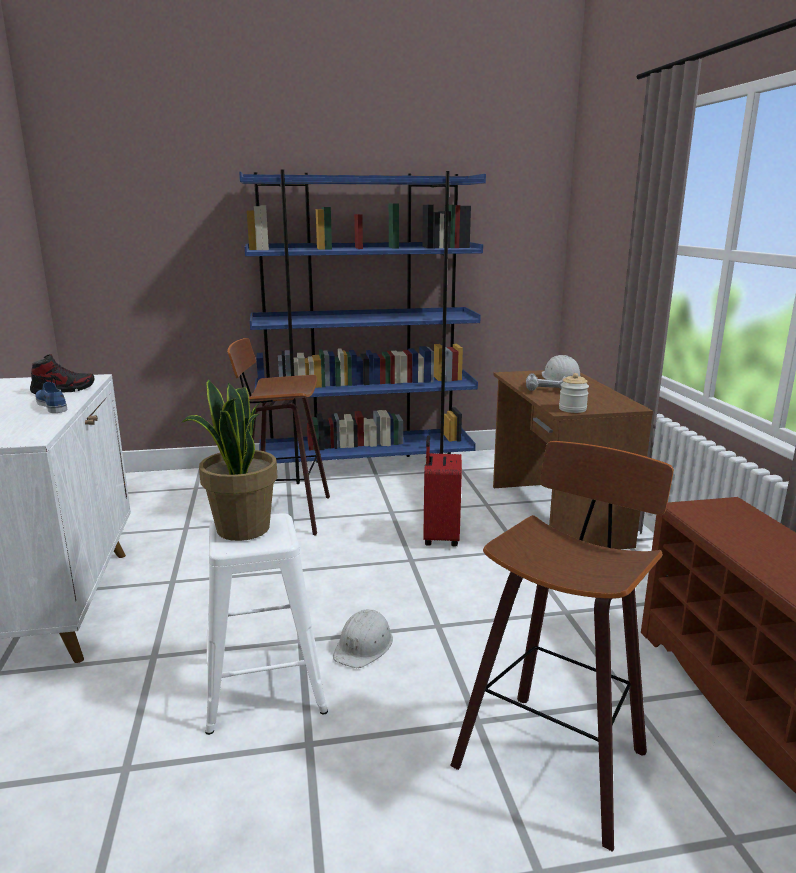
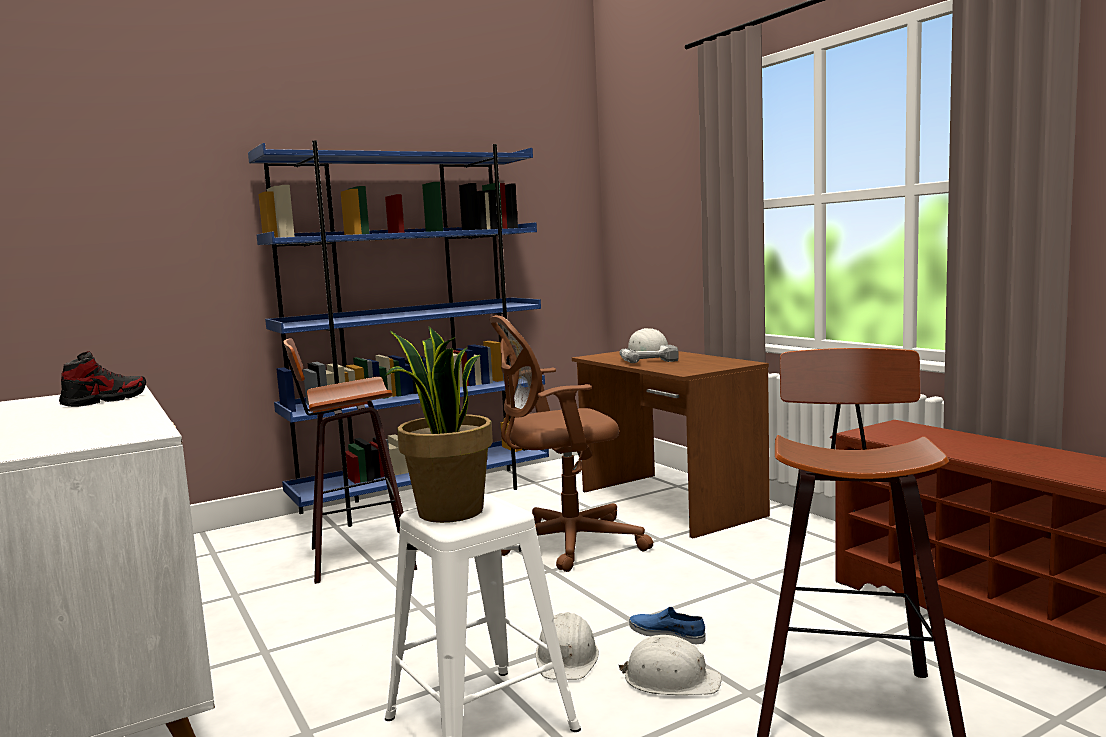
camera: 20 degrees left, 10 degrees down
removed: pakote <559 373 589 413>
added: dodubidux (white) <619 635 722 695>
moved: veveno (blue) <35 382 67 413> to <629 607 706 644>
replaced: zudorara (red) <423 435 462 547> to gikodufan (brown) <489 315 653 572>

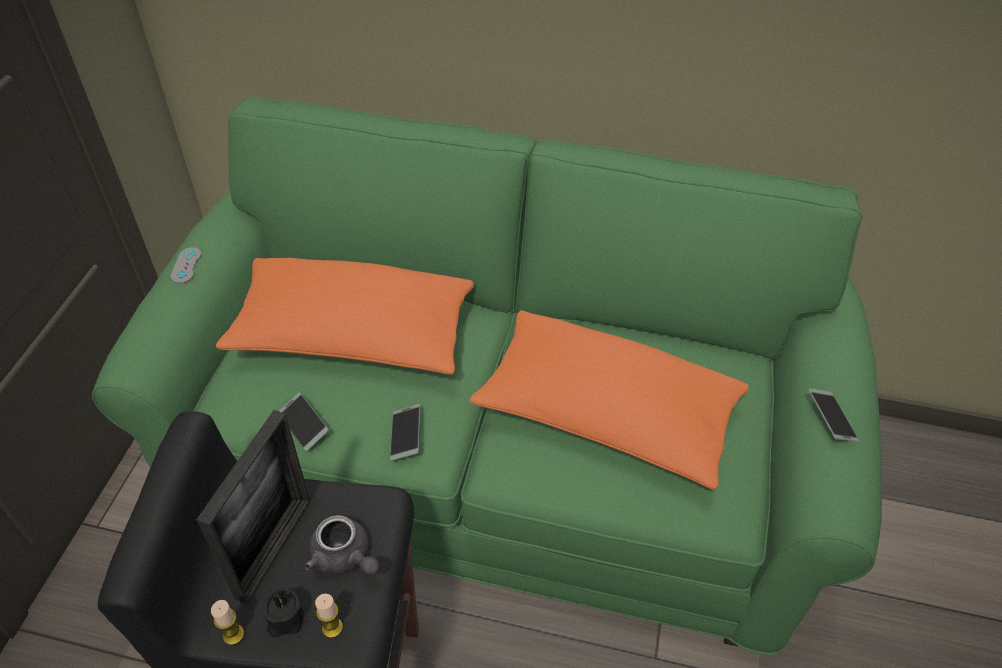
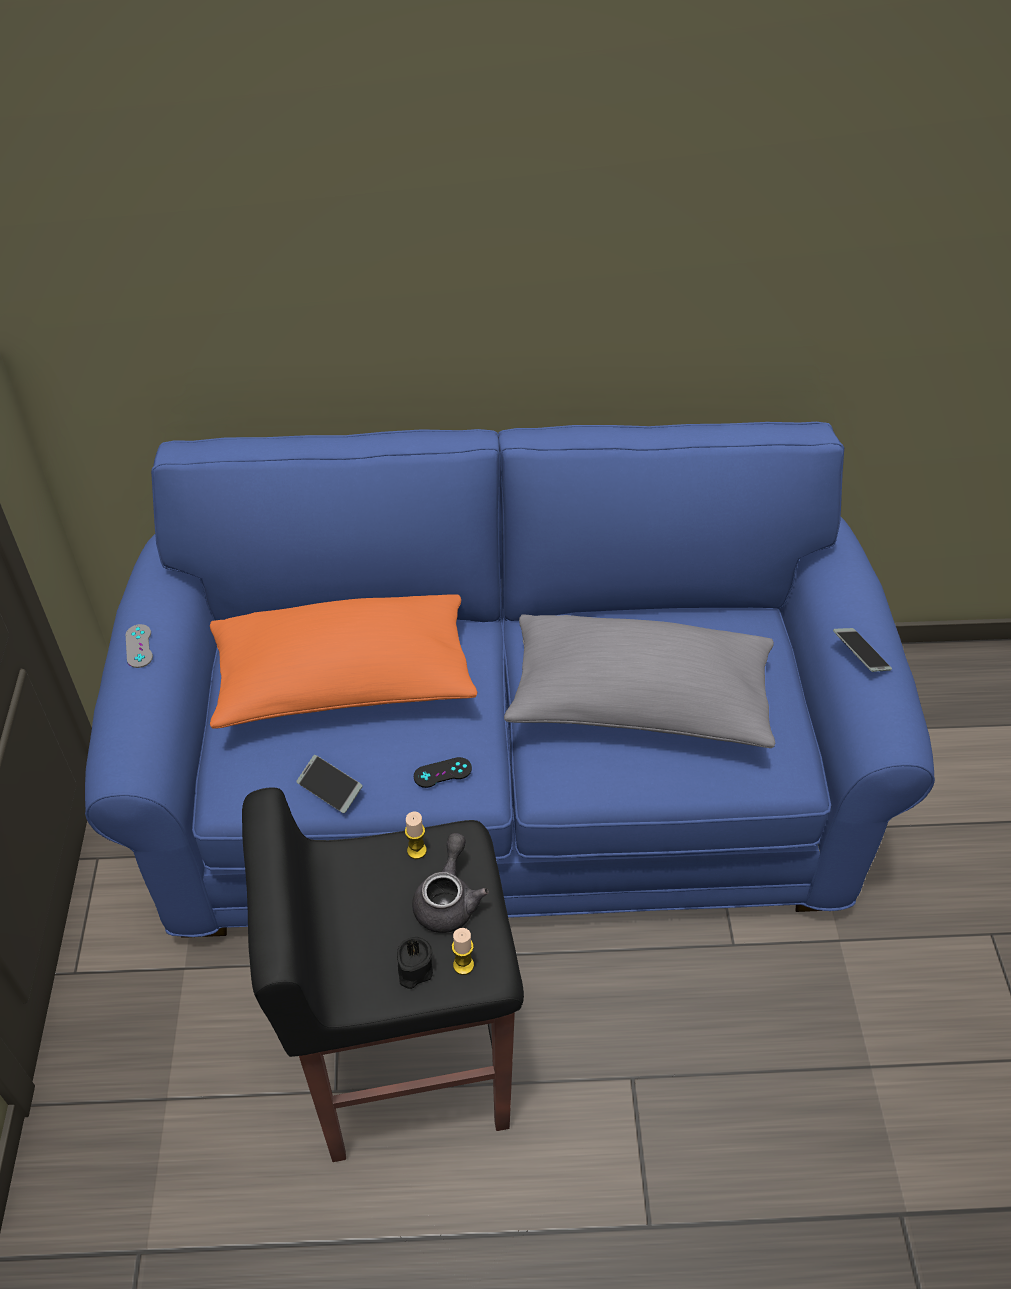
camera: 15 degrees left, 0 degrees up
removed: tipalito <197 410 310 604>
moved: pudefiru <211 600 244 645> to <405 811 427 859>
replaced: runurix <390 404 420 461> to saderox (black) <414 757 472 788>
recoloured: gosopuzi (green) <92 97 882 655> to gosopuzi (blue) <85 422 935 938>; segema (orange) <469 310 749 490> to segema (grey) <504 614 775 748>
turned: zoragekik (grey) <305 515 380 576> = <412 833 489 933> 105 degrees counterclockwise

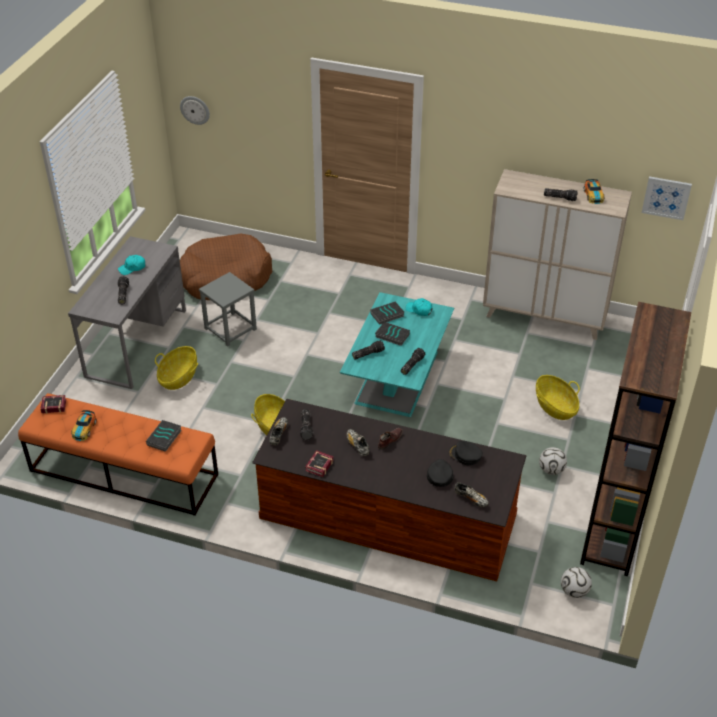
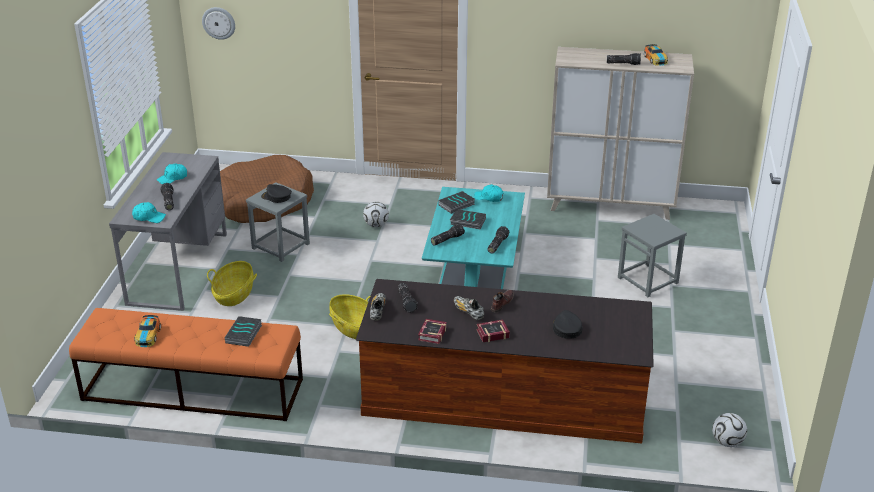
camera: 10 degrees left, 10 degrees down
removed: veveno <454 482 489 507>; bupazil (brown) <580 302 691 576>; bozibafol <642 176 692 220>
added: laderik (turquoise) <132 202 166 223>
moved: laderik (black) <448 441 483 465> to <261 184 292 203>; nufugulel <539 447 567 475> to <363 202 389 227>; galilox <40 395 66 413> to <476 320 510 342>
replaced: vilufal <536 375 580 420> to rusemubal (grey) <618 214 687 297>

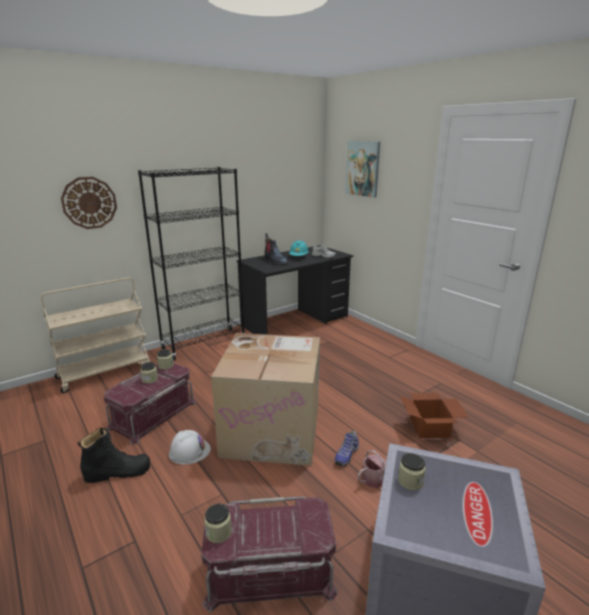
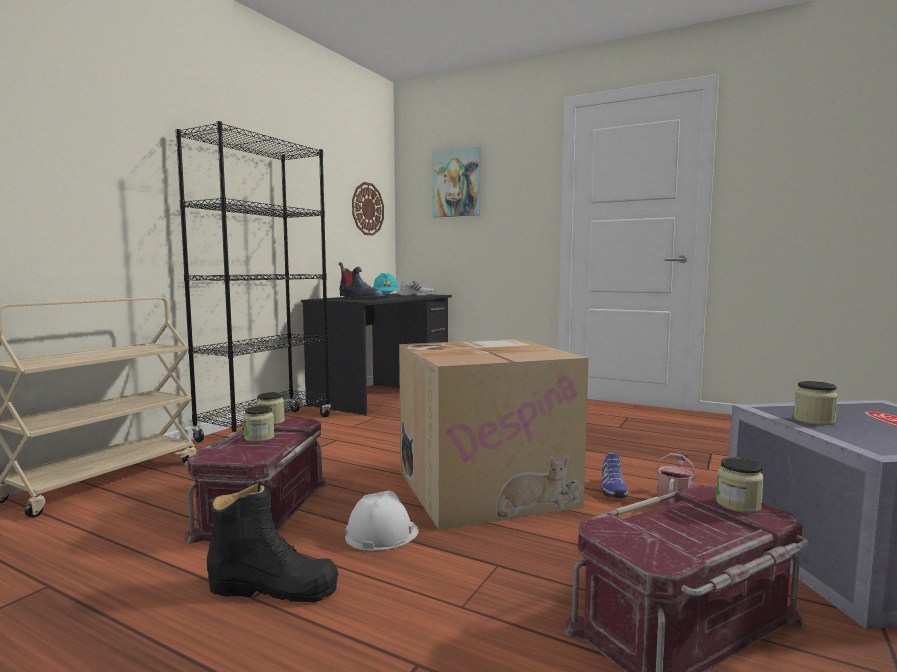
camera: 25 degrees left, 15 degrees down
removed: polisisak <400 393 469 438>
moved: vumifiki <61 177 117 229> to <352 182 384 236>; pakote <204 503 232 543> to <716 457 764 513>
turned: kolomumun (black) <78 428 150 483> = <207 482 338 602> 45 degrees clockwise

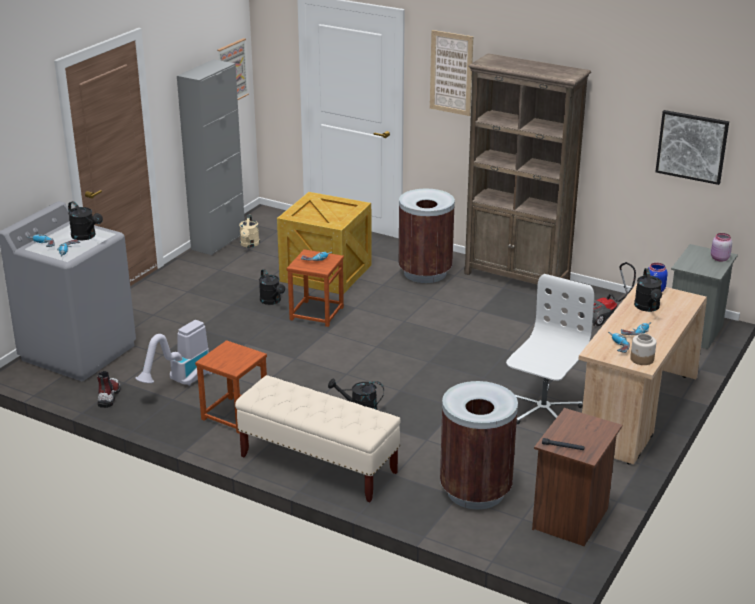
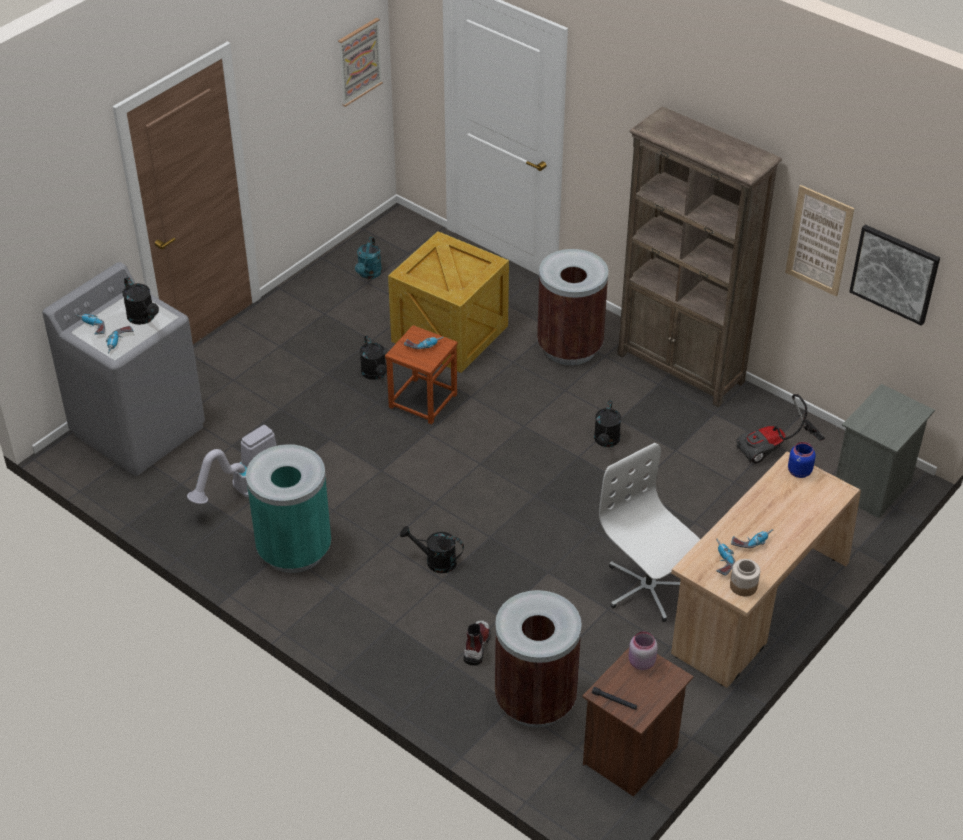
camera: 10 degrees right, 15 degrees up
removed: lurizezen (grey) <177 59 245 255>; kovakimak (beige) <235 375 401 502>
moved: kolomumun <97 371 121 408> to <463 620 491 666>; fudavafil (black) <634 268 662 312> to <594 400 621 447>; pakote (pink) <711 233 732 262> to <629 632 658 670>; bozibafol <430 30 473 116> to <785 185 854 297>
replaced: rusemubal (brown) <195 340 267 434> to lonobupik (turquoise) <246 444 331 573>
recoloured: fudavafil (beige) <239 215 260 248> to fudavafil (turquoise) <355 237 382 279>
turned: gikodufan (white) <506 274 594 424> = <599 443 701 622> 75 degrees counterclockwise

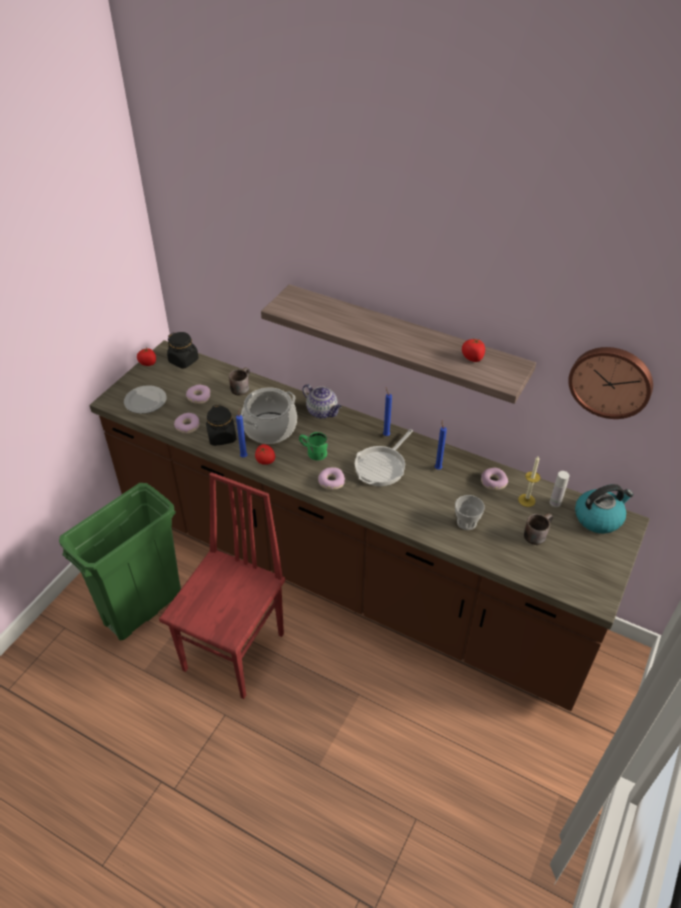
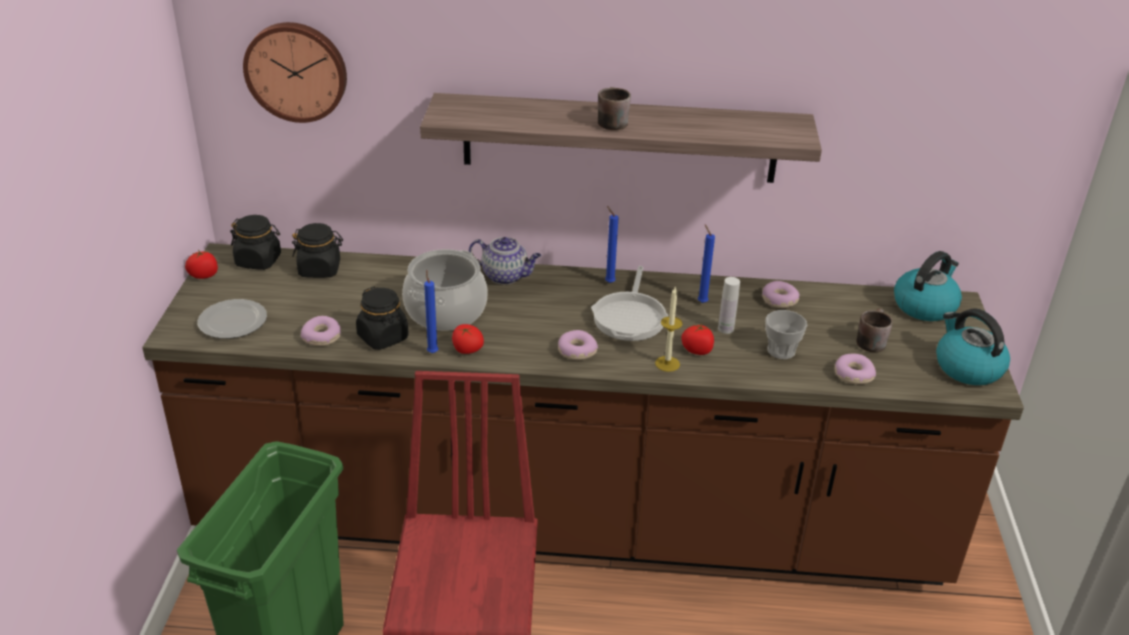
camera: 25 degrees left, 10 degrees down
removed: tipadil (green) <299 432 328 461>
added: pakote (black) <292 223 343 278>; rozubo <936 308 1010 385>
moved: vumifiki <568 347 653 419> to <243 22 347 123>; tipadil (brown) <229 368 250 396> to <598 87 631 130>; pudefiru <518 456 541 507> to <655 286 683 372>; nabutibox <462 338 485 362> to <681 323 714 355>; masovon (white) <550 471 569 507> to <718 277 740 334>; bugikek <186 385 210 404> to <835 354 876 384>

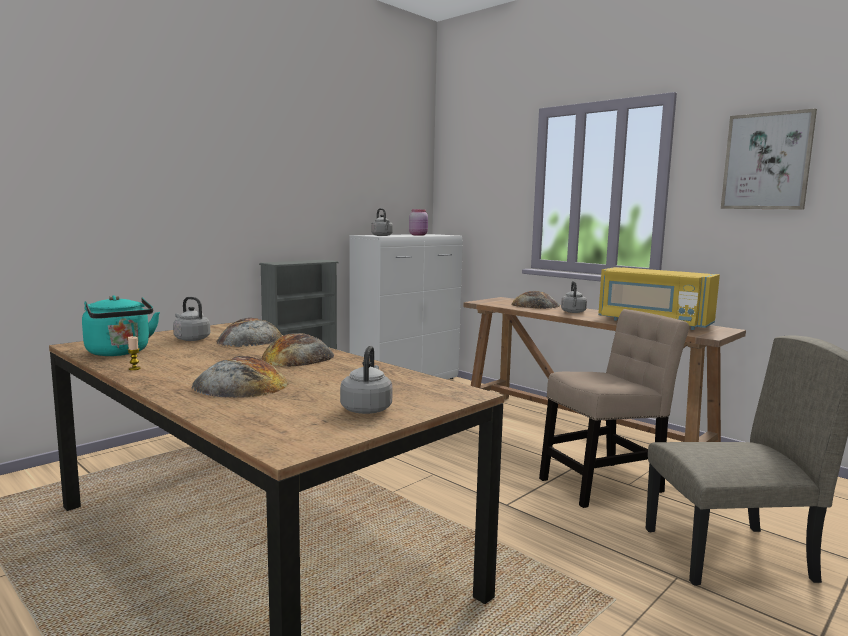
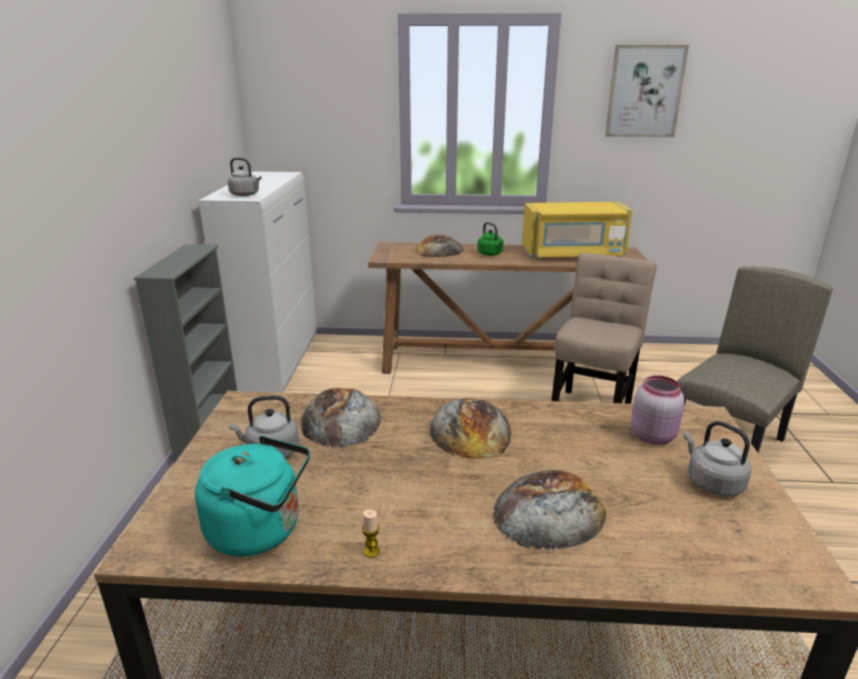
camera: 40 degrees left, 15 degrees up
moved: pakote (pink) <409 209 428 236> to <631 375 685 445>
recoloured: rozubo (grey) <561 281 587 313> to rozubo (green) <477 222 504 256>

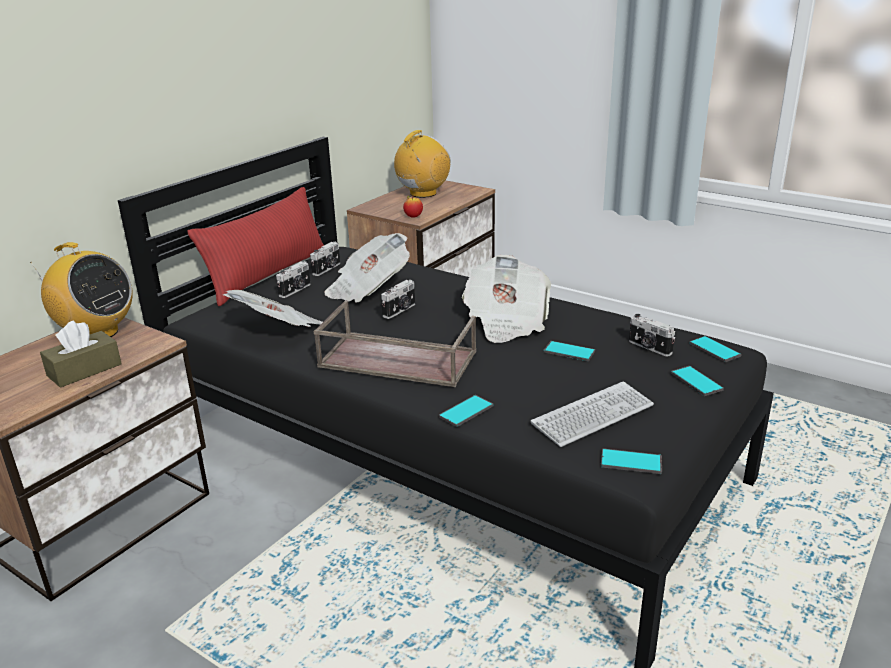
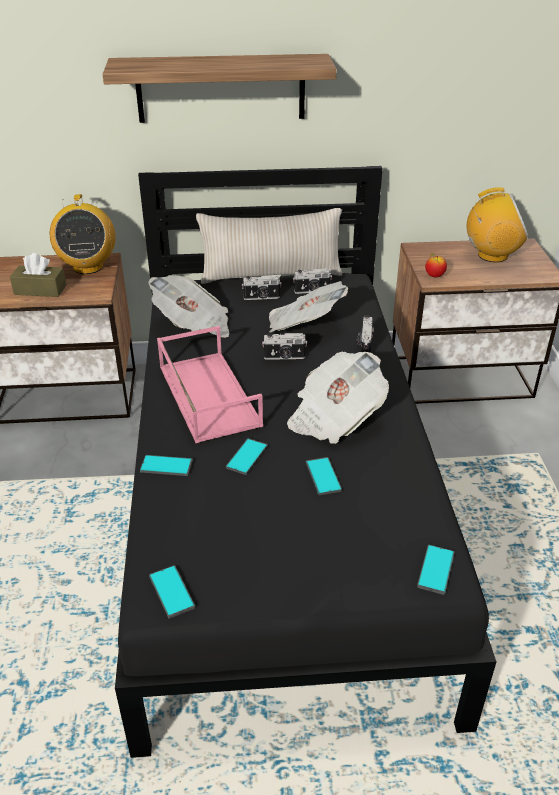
camera: 50 degrees right, 10 degrees up
removed: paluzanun <531 382 654 447>
added: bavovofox <102 54 337 123>
moved: runurix <671 366 724 396> to <226 438 268 475>; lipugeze <629 314 675 356> to <357 315 374 352>
recoloured: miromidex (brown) <314 301 477 387> to miromidex (pink) <157 326 263 443>; segema (red) <187 187 324 306> to segema (beige) <196 208 342 284>

